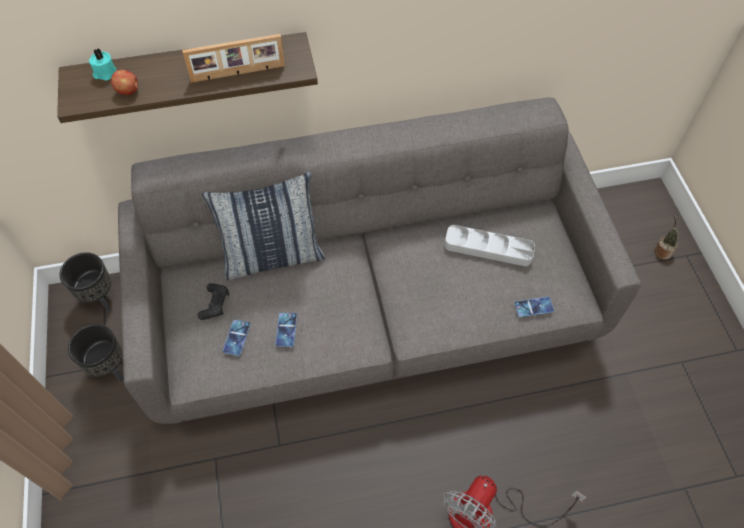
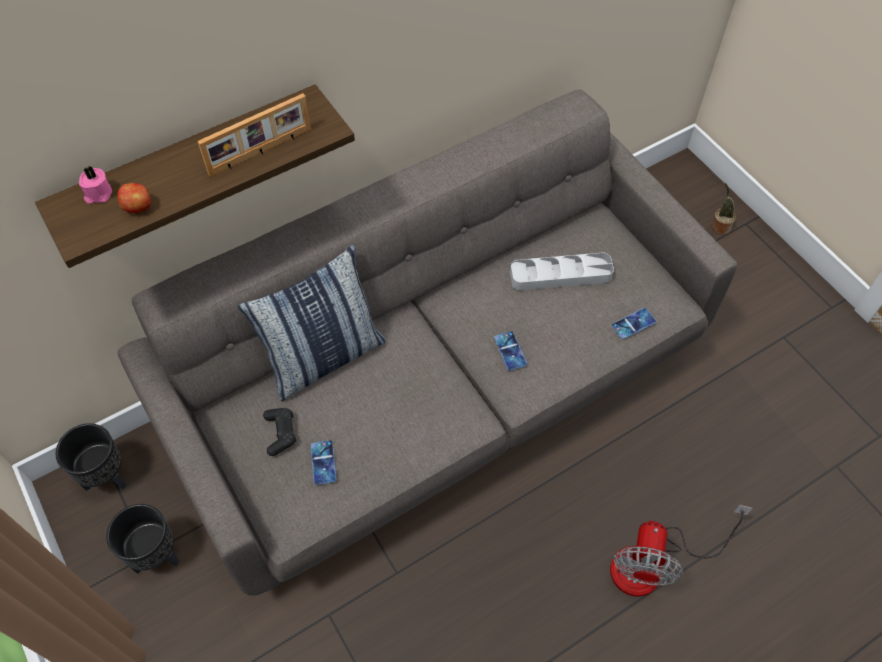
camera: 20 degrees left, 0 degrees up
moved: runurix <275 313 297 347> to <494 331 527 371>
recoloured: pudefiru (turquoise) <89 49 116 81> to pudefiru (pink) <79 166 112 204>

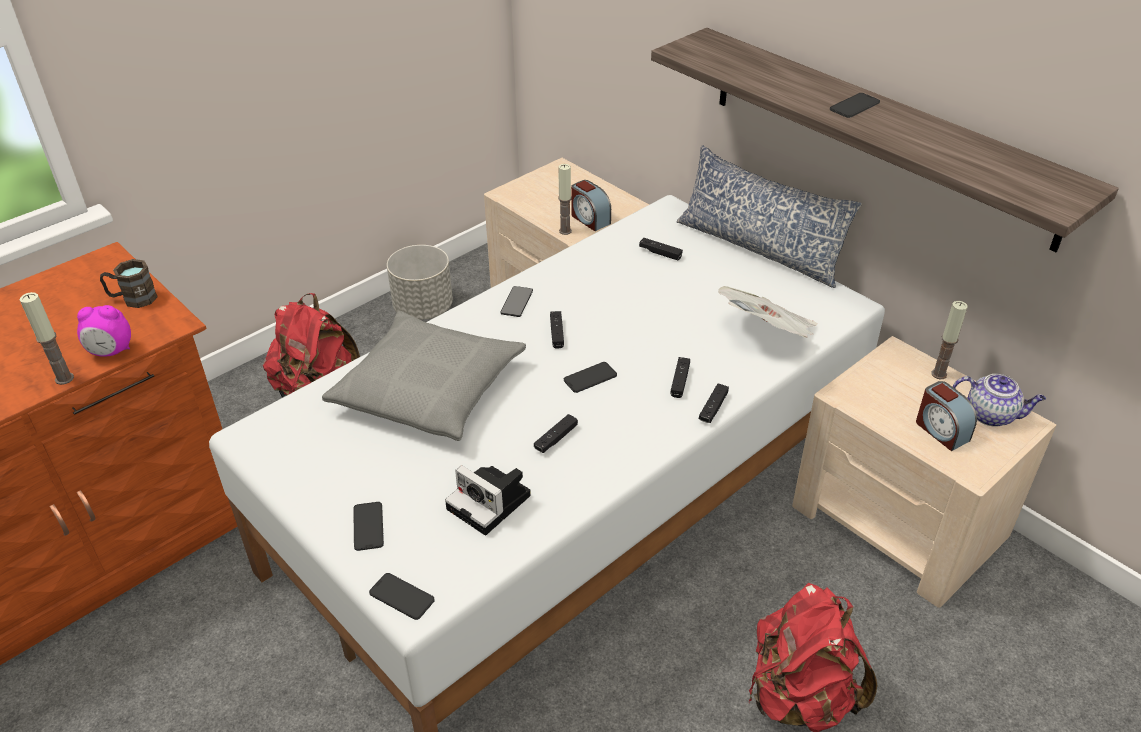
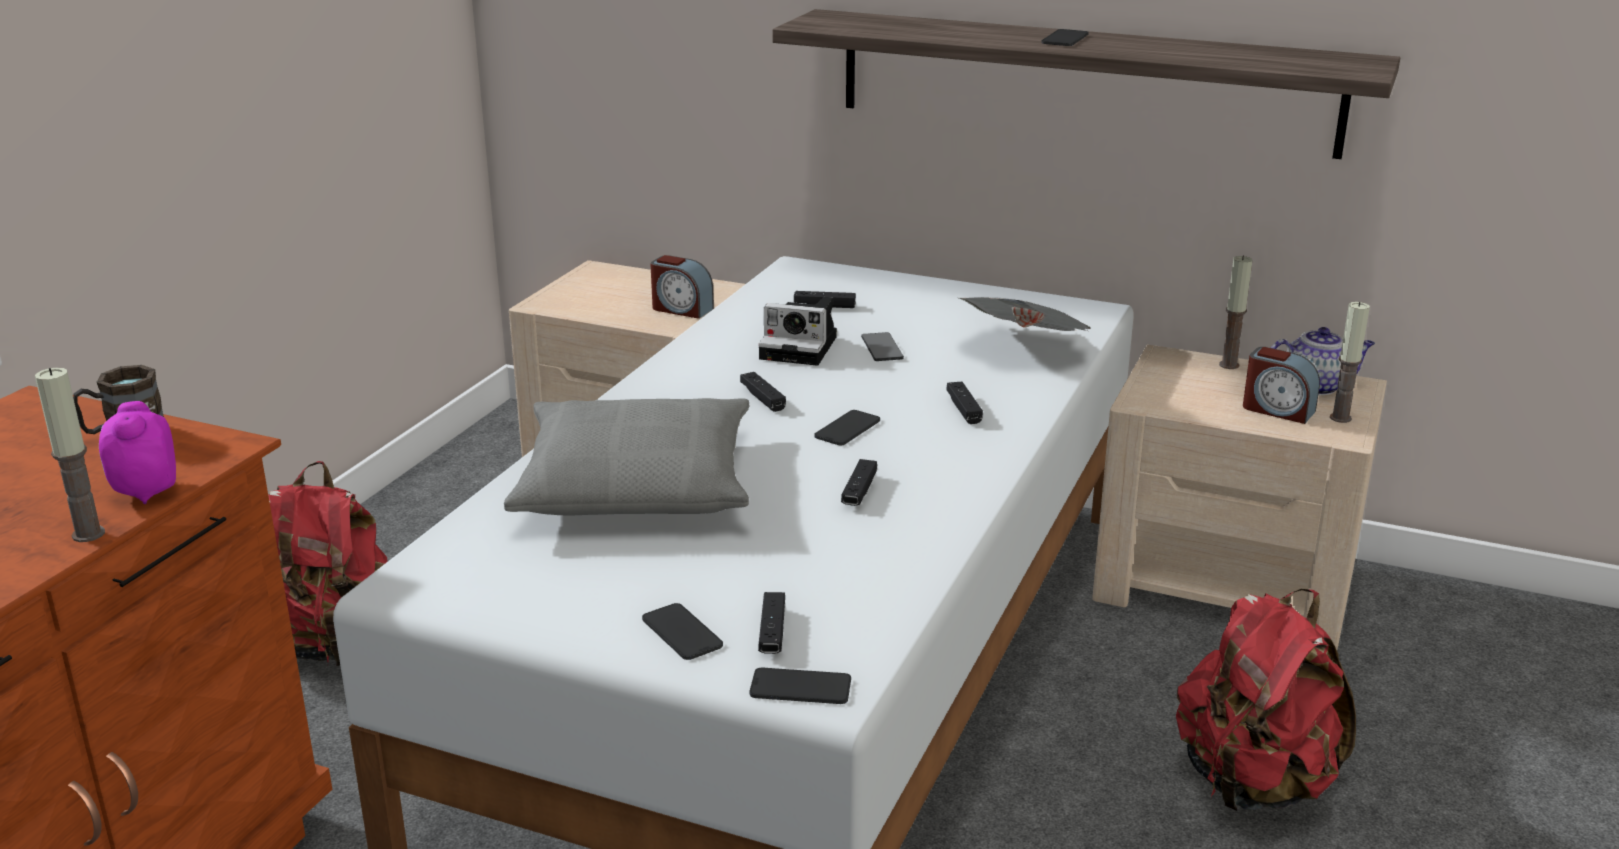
camera: 25 degrees left, 15 degrees down
removed: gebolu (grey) <387 245 453 320>; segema <677 146 862 288>
moved: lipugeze <445 465 531 535> to <758 297 837 366>; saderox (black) <699 384 729 423> to <758 592 785 654>; runurix <500 286 533 317> to <861 332 904 361>; pudefiru <558 164 572 235> to <1330 302 1370 423>
turned: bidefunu <77 305 131 357> = <99 401 176 504> 105 degrees clockwise

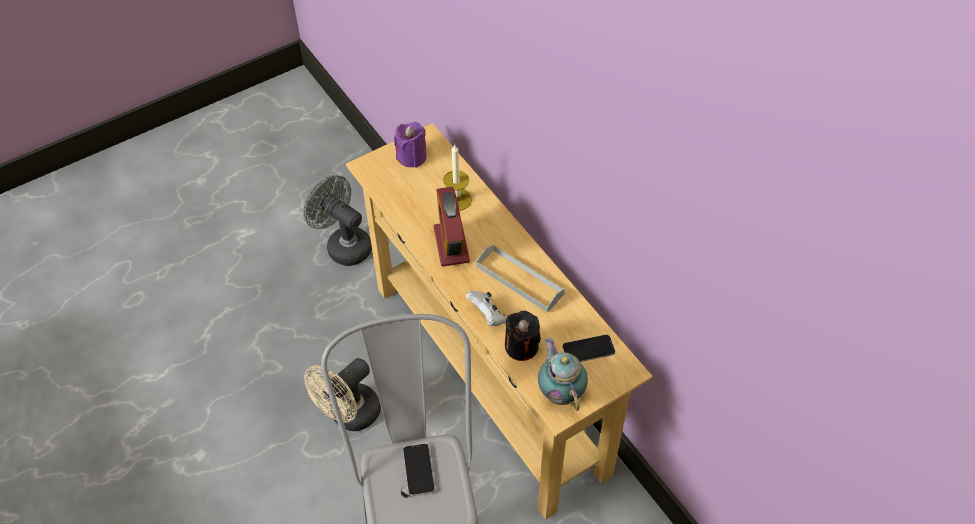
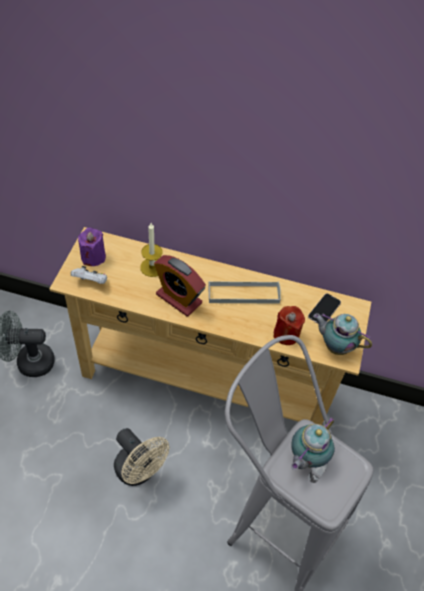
camera: 45 degrees left, 0 degrees up
moved: saderox (white) <466 291 507 326> to <71 266 107 284>
replaced: runurix <403 443 435 496> to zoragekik <291 418 335 470>
recoloured: pudefiru (black) <505 311 541 361> to pudefiru (red) <273 306 305 345>
turned: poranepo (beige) <304 358 381 431> = <114 428 170 486> 45 degrees counterclockwise

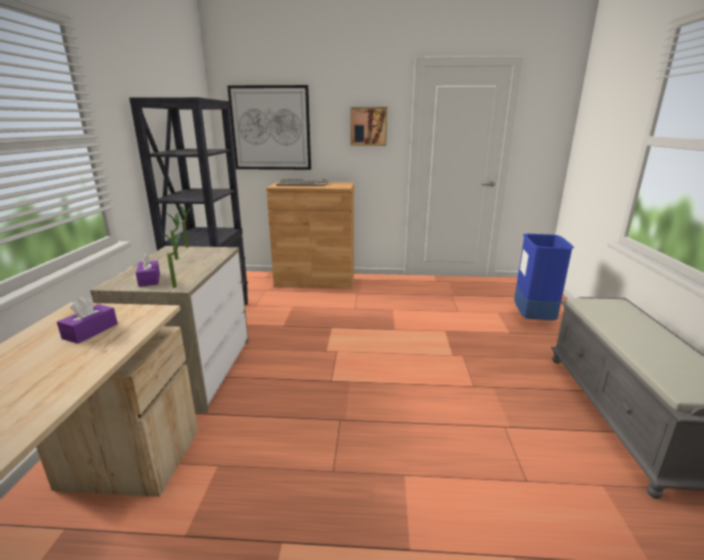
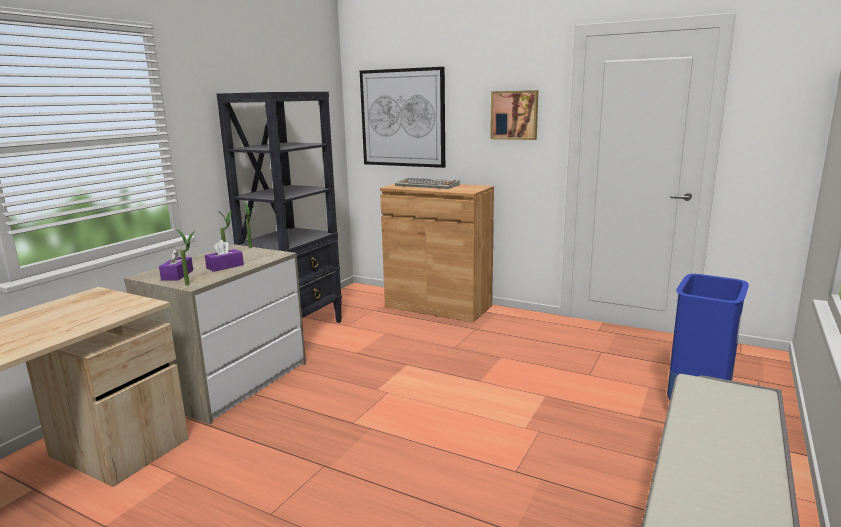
camera: 25 degrees right, 5 degrees down
moved: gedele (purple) <57 297 118 344> to <205 240 244 272>

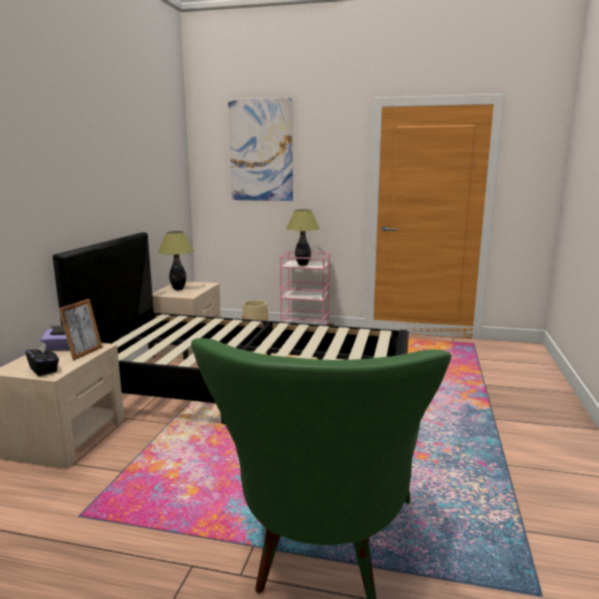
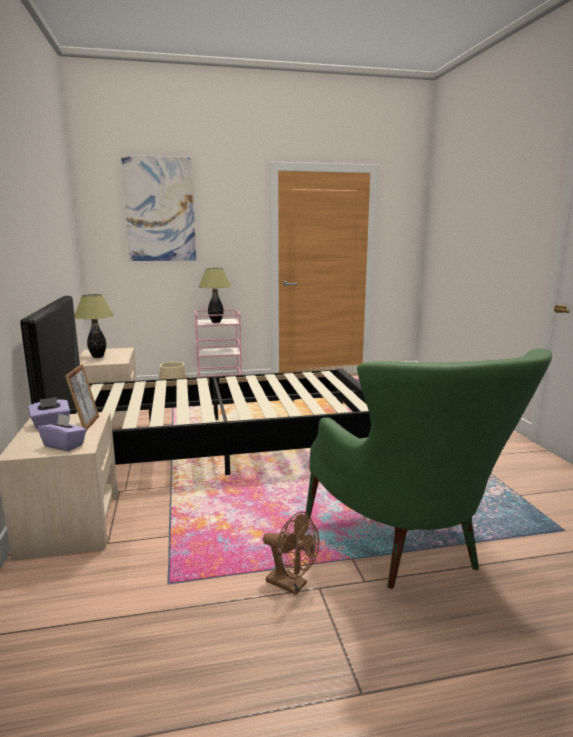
camera: 25 degrees left, 0 degrees up
added: poranepo (brown) <263 512 319 595>
recoloured: gedele (black) <25 342 59 376> to gedele (purple) <38 414 87 451>

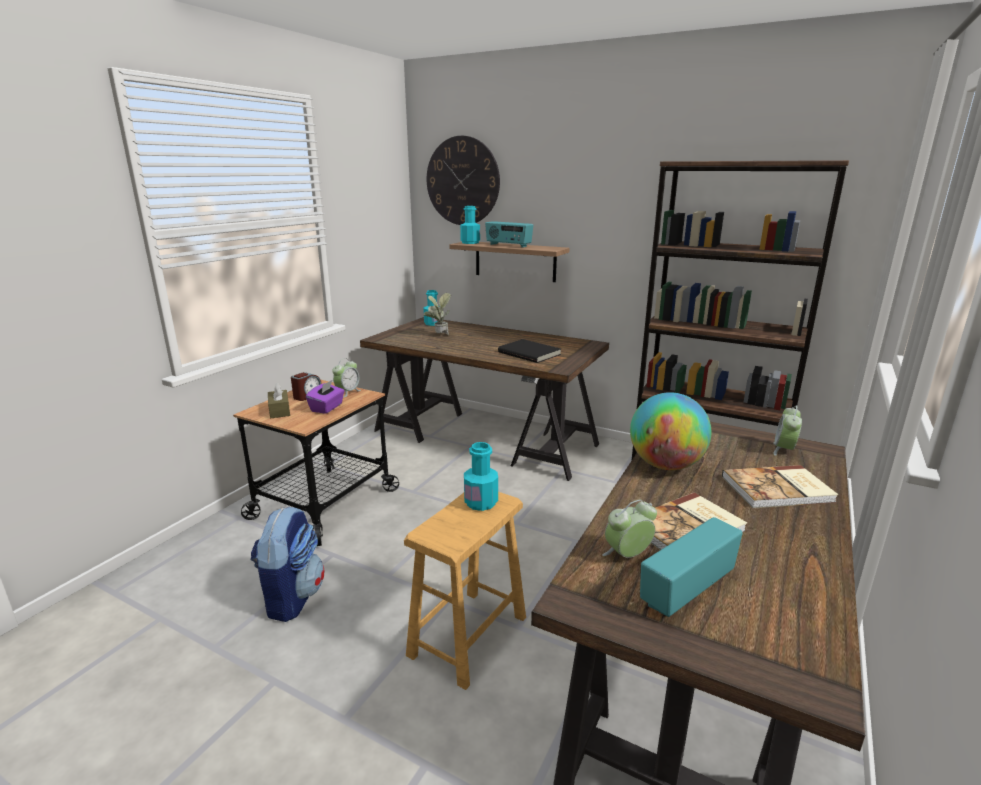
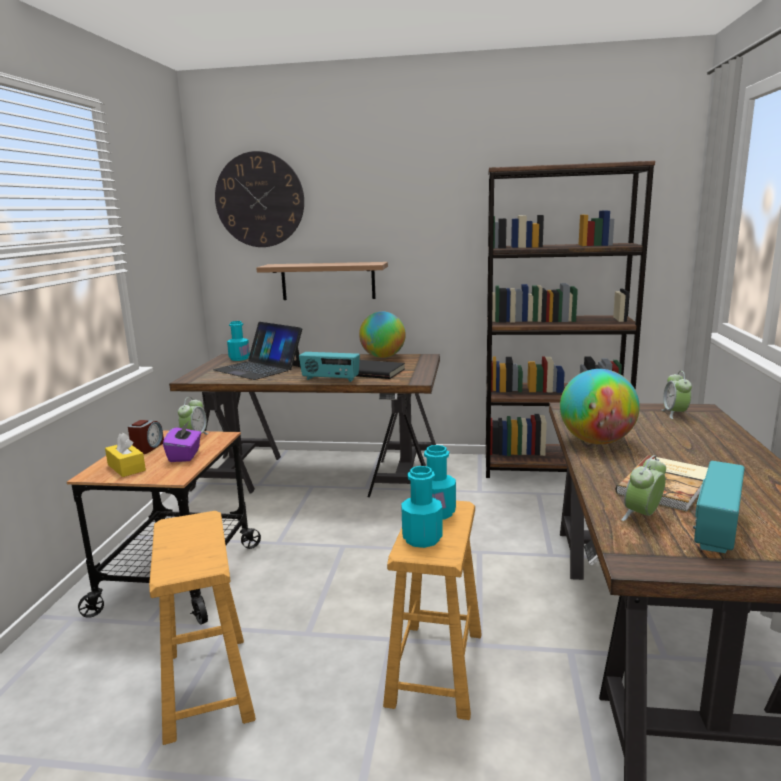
camera: 20 degrees left, 5 degrees down
removed: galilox <722 465 839 508>
added: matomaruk <359 311 406 358>
moved: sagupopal <485 221 533 248> to <299 352 360 382>; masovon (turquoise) <460 206 480 244> to <401 466 443 548>
replaced: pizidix <250 507 325 622> to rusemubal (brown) <149 511 256 745>; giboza <424 293 451 335> to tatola <213 322 302 380>
recoloured: gedele (brown) <268 382 290 418> to gedele (yellow) <105 433 146 477>

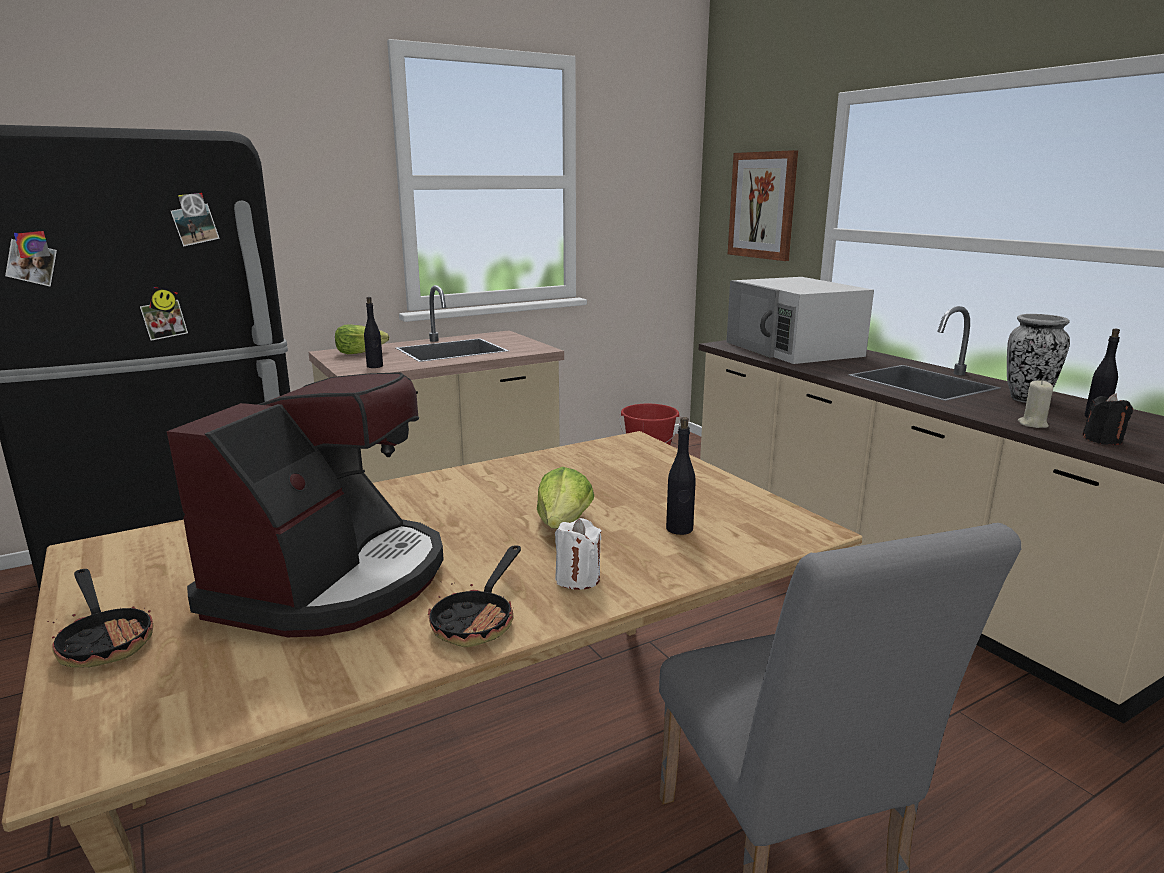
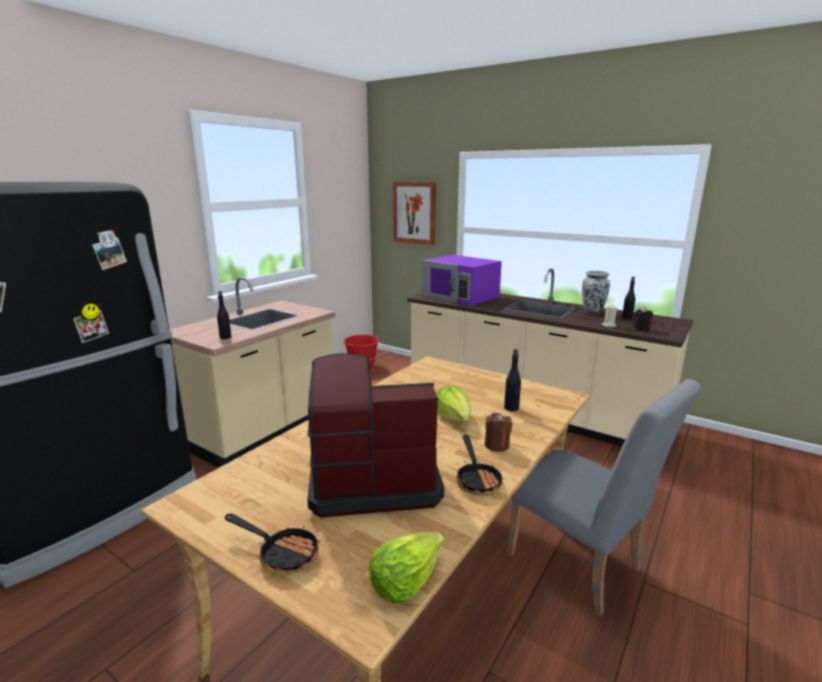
camera: 25 degrees left, 0 degrees up
moved: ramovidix <335 324 389 354> to <369 532 444 603>
recoloured: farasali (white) <726 277 874 364> to farasali (purple) <421 255 502 305>; pudefiru (white) <555 518 602 590> to pudefiru (brown) <485 413 512 452>
turned: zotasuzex <167 372 444 637> = <307 353 444 518> 90 degrees counterclockwise

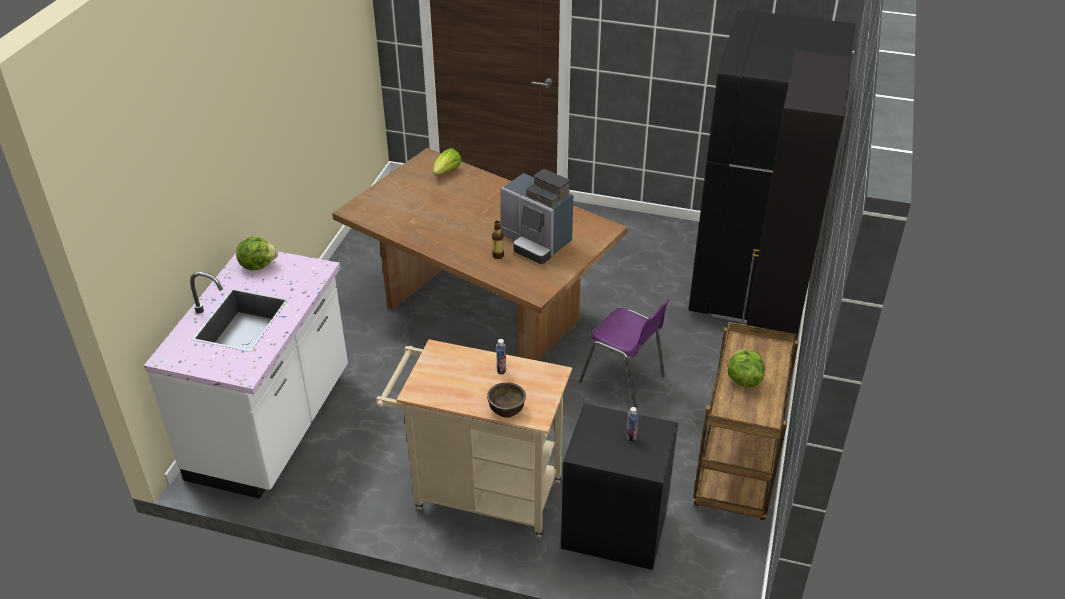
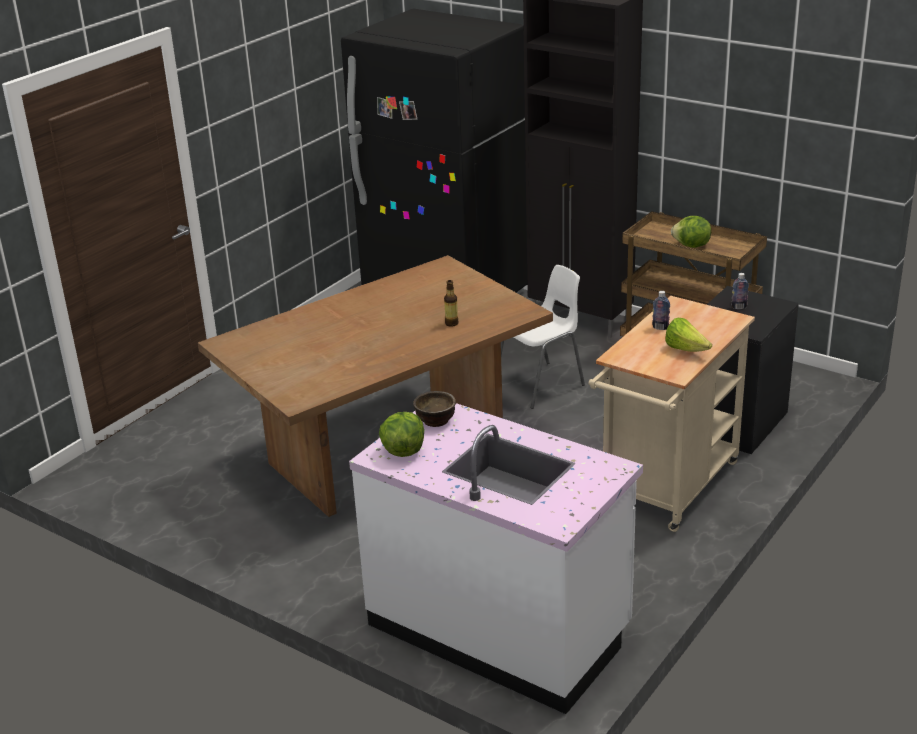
camera: 70 degrees left, 10 degrees down
removed: zotasuzex <500 169 573 264>
moved: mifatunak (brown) <487 382 526 418> to <413 391 456 427>; ramovidix <433 148 462 175> to <665 318 712 352>
recoloured: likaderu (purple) <579 299 670 408> to likaderu (white) <501 265 585 409>

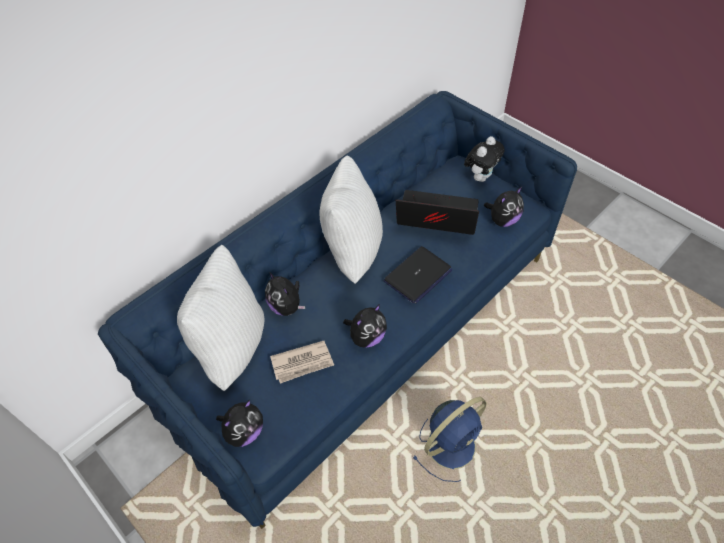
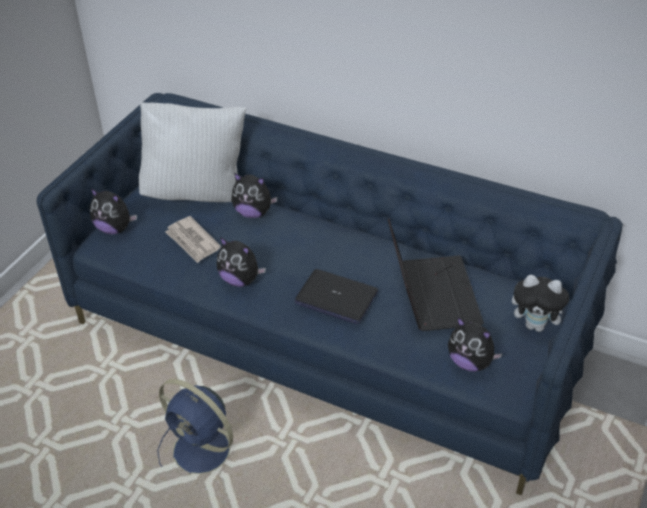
camera: 70 degrees right, 10 degrees down
removed: segema (white) <319 155 383 284>
turned: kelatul <265 272 305 316> = <231 173 278 218> 105 degrees counterclockwise

